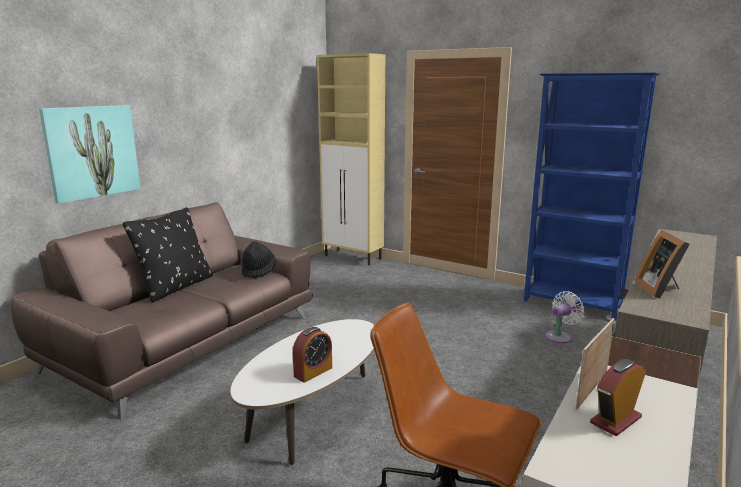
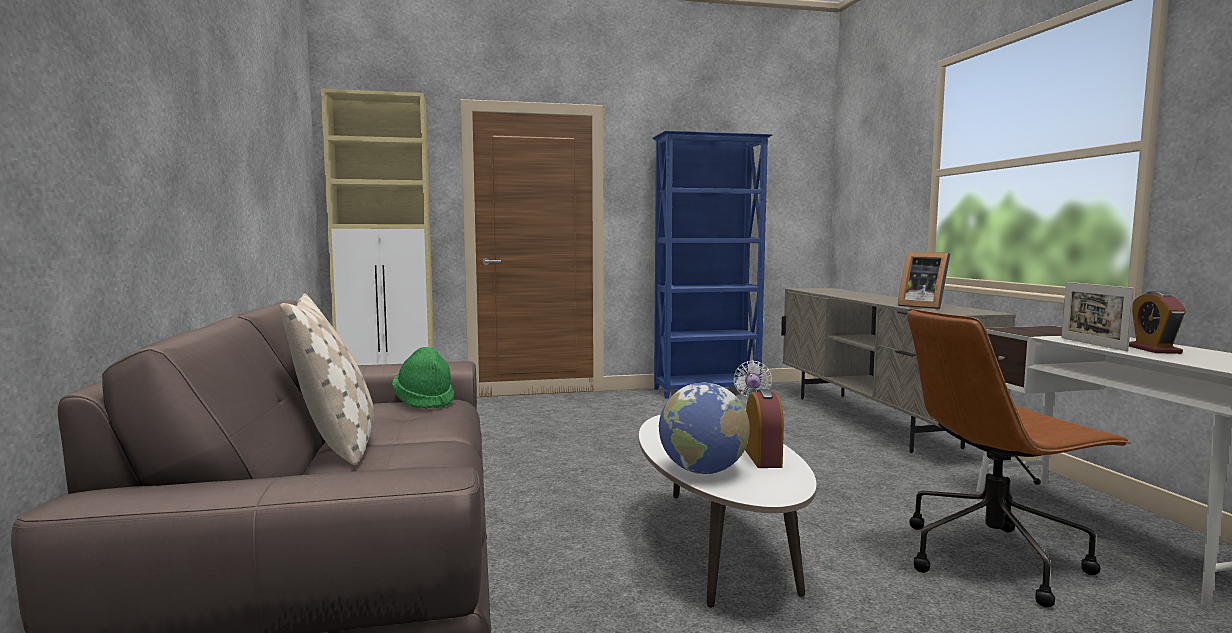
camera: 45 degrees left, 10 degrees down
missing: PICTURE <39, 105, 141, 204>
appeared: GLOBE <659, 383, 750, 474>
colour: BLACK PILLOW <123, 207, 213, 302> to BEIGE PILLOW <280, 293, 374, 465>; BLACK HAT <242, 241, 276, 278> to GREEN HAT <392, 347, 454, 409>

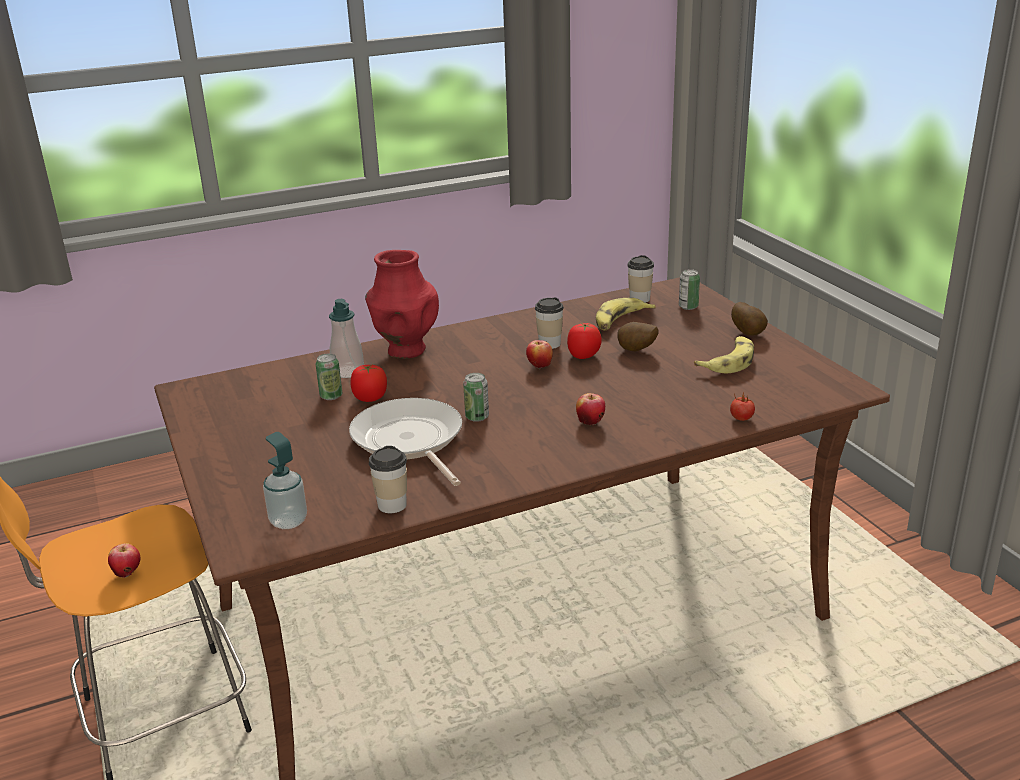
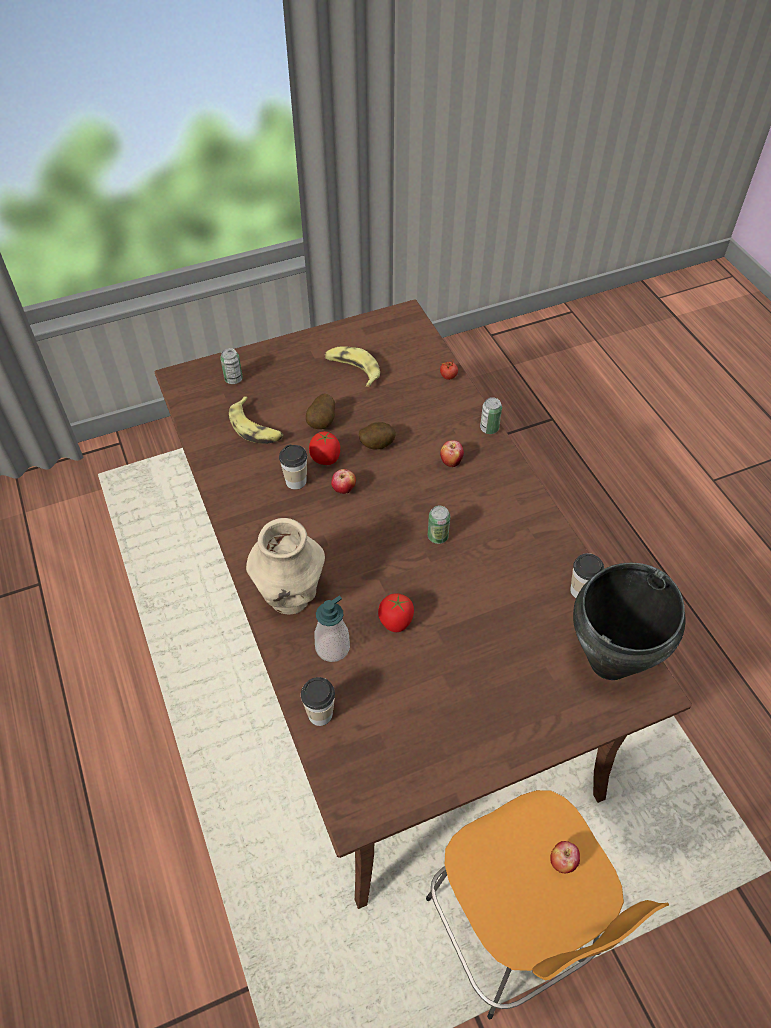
camera: 90 degrees left, 25 degrees up
missing: FRYING PAN <349, 398, 462, 486>
relocated: CAN <316, 354, 342, 400> to <480, 397, 502, 434>; CUP <627, 255, 654, 303> to <301, 677, 335, 726>; POTATO <731, 302, 768, 336> to <359, 422, 396, 449>
exchanged: SOAP DISPENSER <263, 432, 307, 529> to BLACK COOKING POT <573, 563, 686, 680>
colour: RED VASE <365, 250, 439, 359> to BEIGE VASE <246, 518, 325, 615>

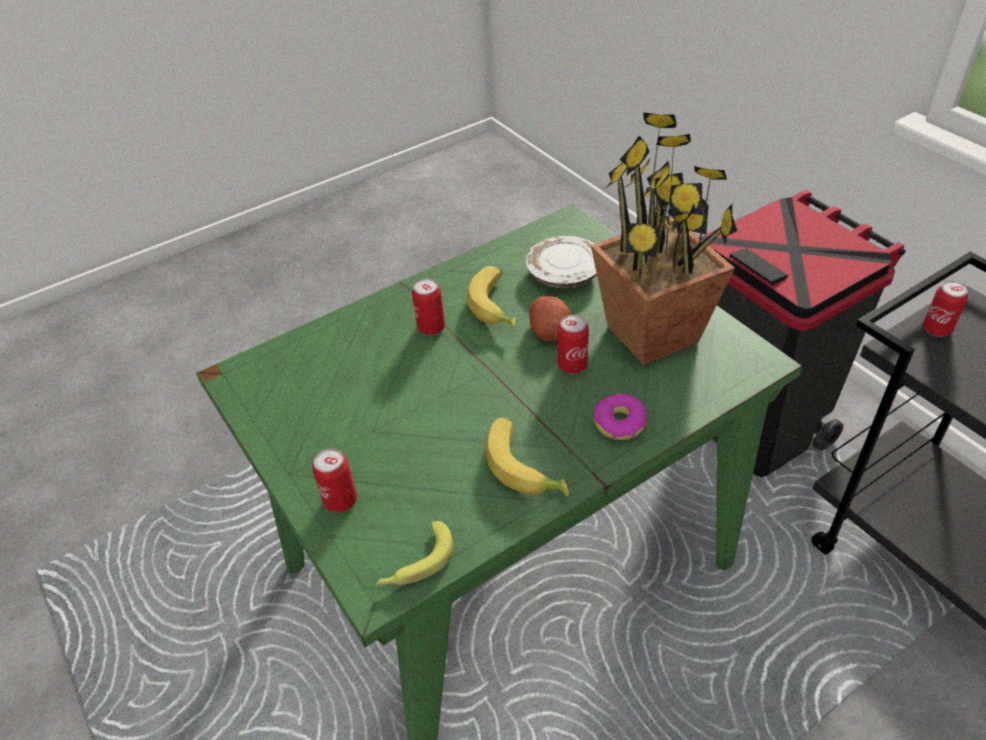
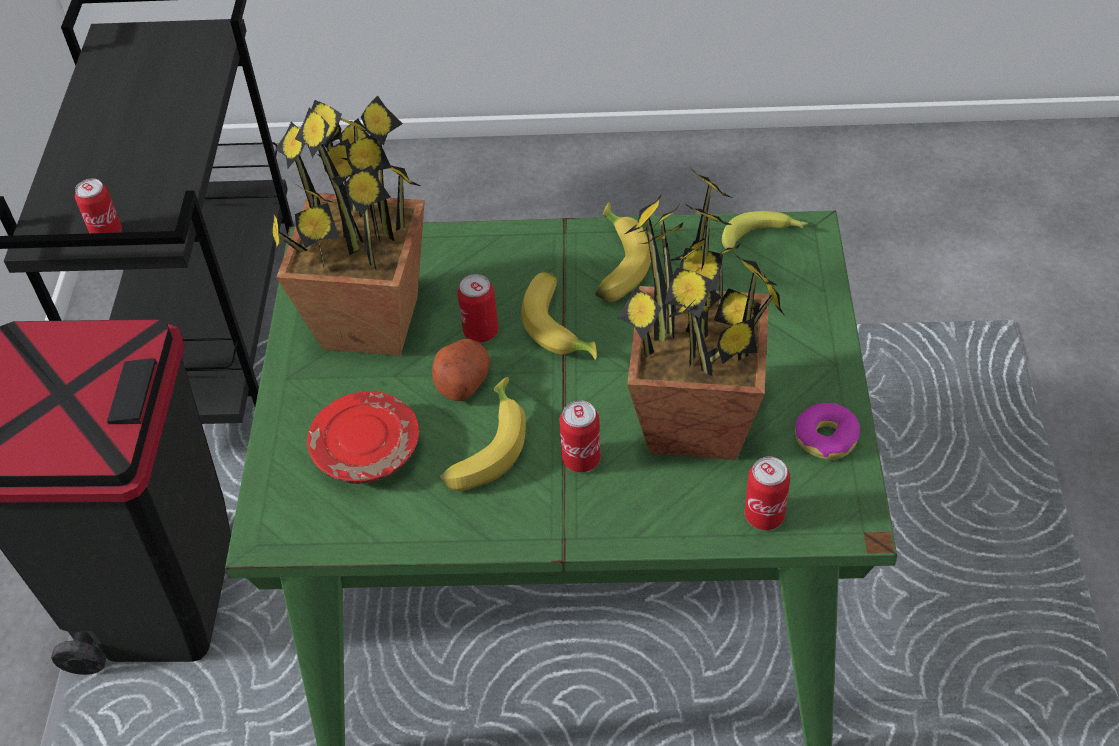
camera: 145 degrees left, 5 degrees up
appeared: BANANA <521, 272, 597, 360>; POTTED PLANT <619, 170, 785, 460>
relocated: CAN <312, 448, 357, 513> to <745, 457, 790, 530>; DONUT <594, 394, 647, 440> to <795, 403, 860, 460>
colour: WHITE PLATE <526, 236, 597, 288> to RED PLATE <307, 391, 419, 484>

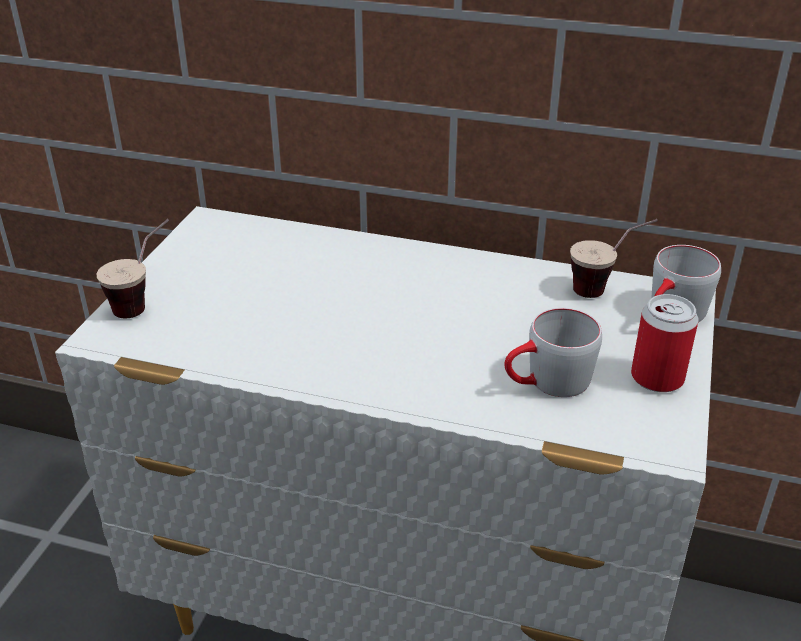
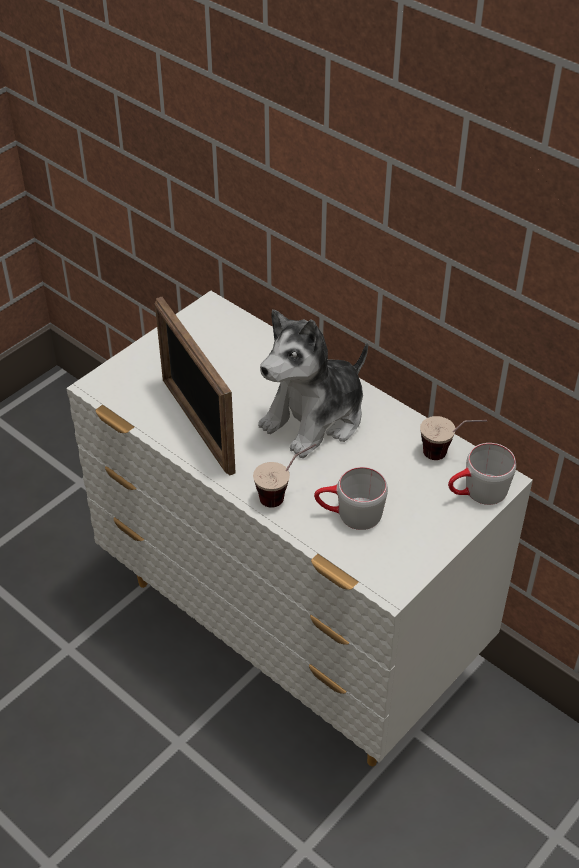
camera: 25 degrees right, 10 degrees up
missing: CAN <631, 294, 699, 392>
appeared: PICTURE FRAME <155, 297, 236, 476>; PLUSH TOY <258, 310, 368, 458>
relocated: CUP <97, 219, 169, 318> to <253, 444, 316, 508>

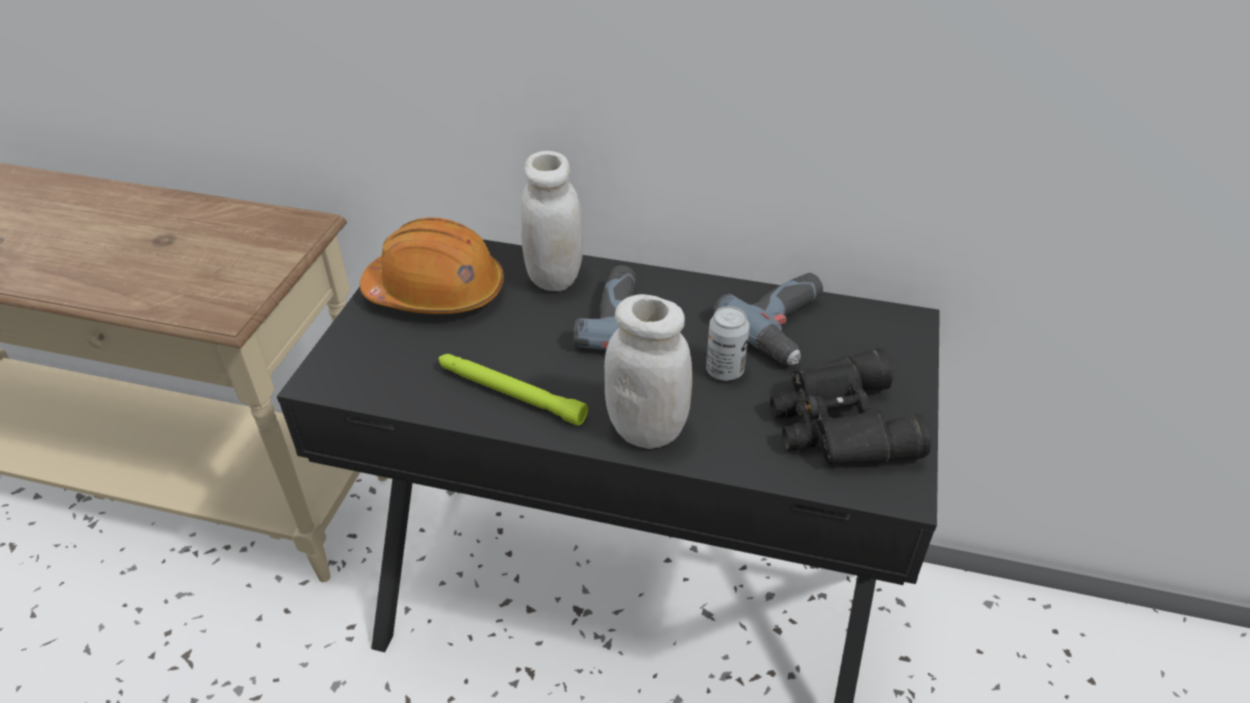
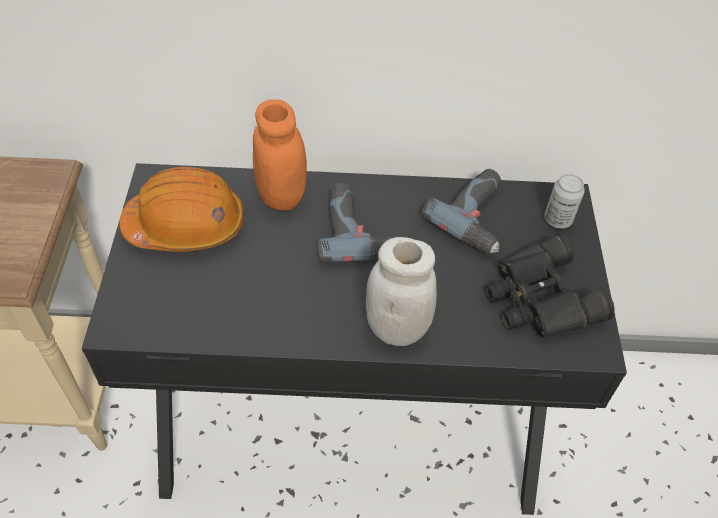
camera: 15 degrees left, 10 degrees up
missing: GREEN FLASHLIGHT <438, 354, 588, 426>
relocated: CAN <706, 306, 750, 381> to <545, 174, 585, 229>
colour: WHITE JAR <521, 151, 583, 291> to ORANGE JAR <253, 99, 307, 211>

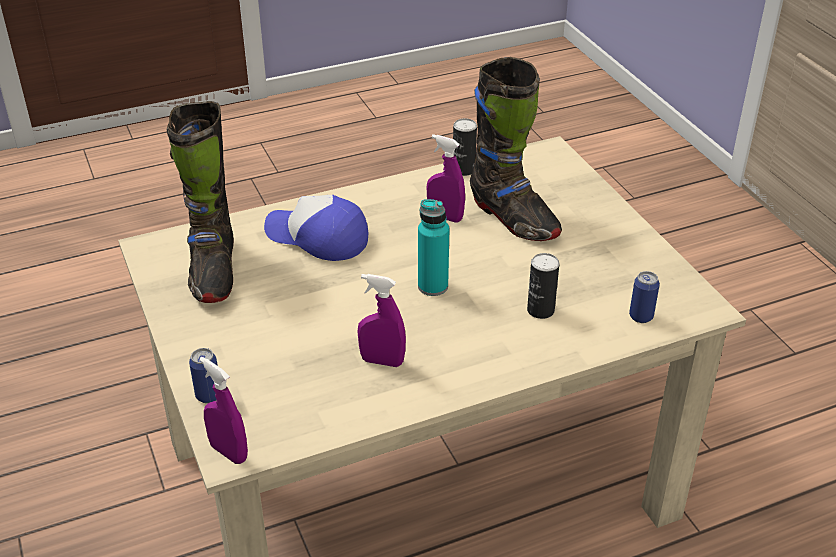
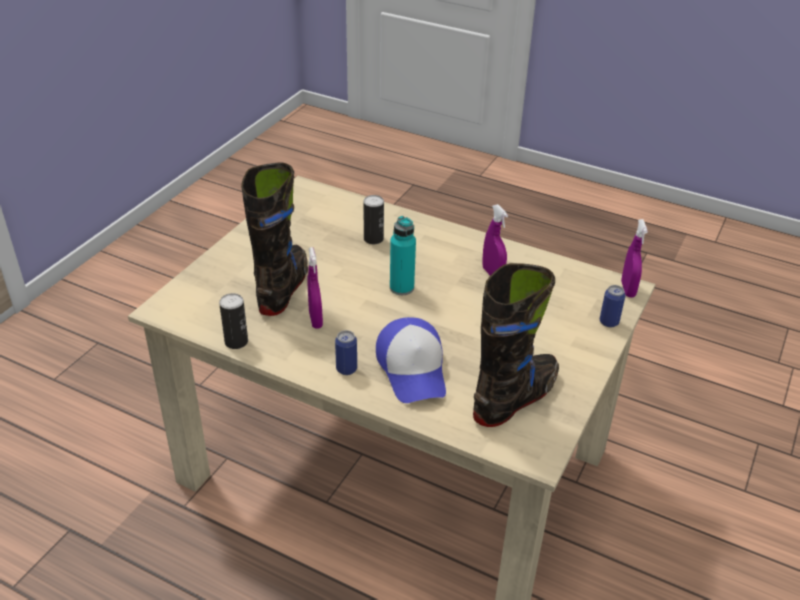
camera: 130 degrees left, 0 degrees up
relocated: CAN <629, 271, 660, 323> to <335, 330, 357, 375>

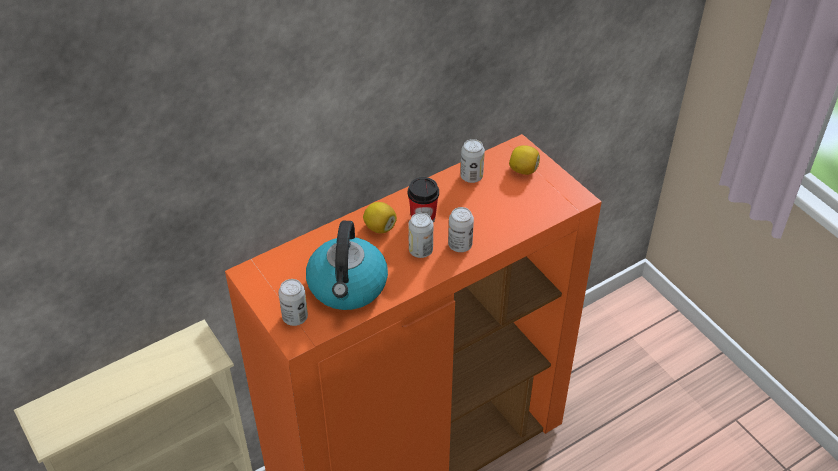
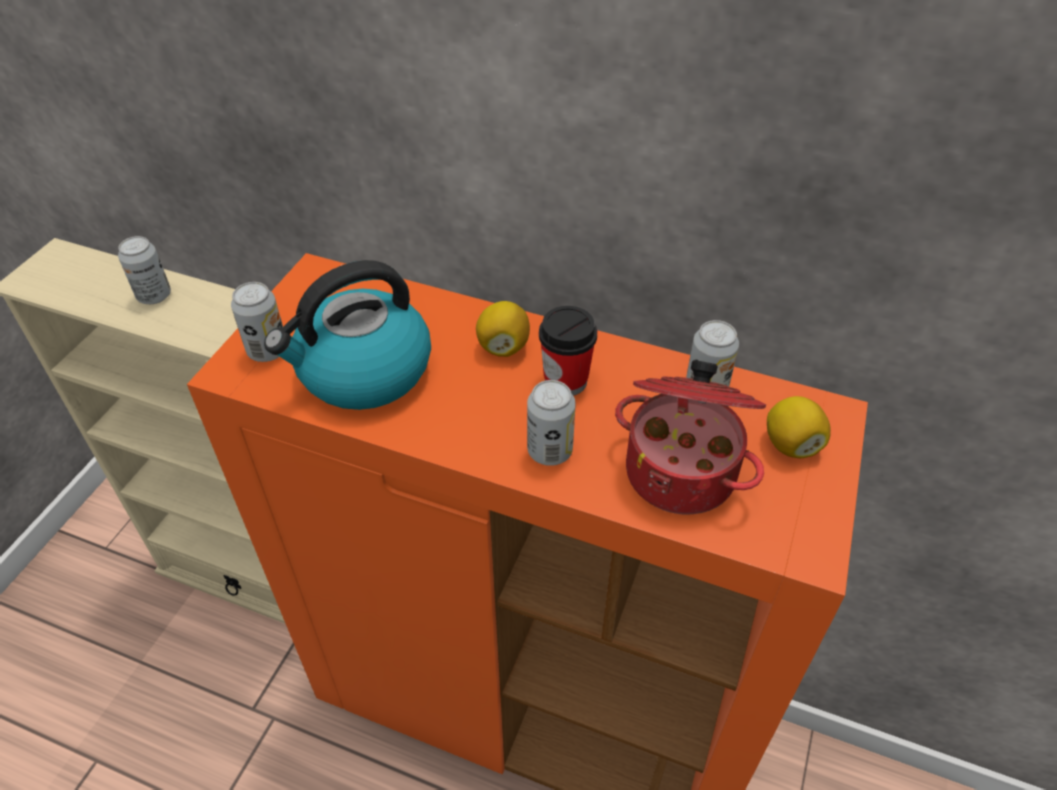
camera: 55 degrees right, 0 degrees up
appeared: COOKING POT <615, 360, 766, 514>
relocated: CAN <408, 212, 433, 258> to <118, 236, 171, 304>

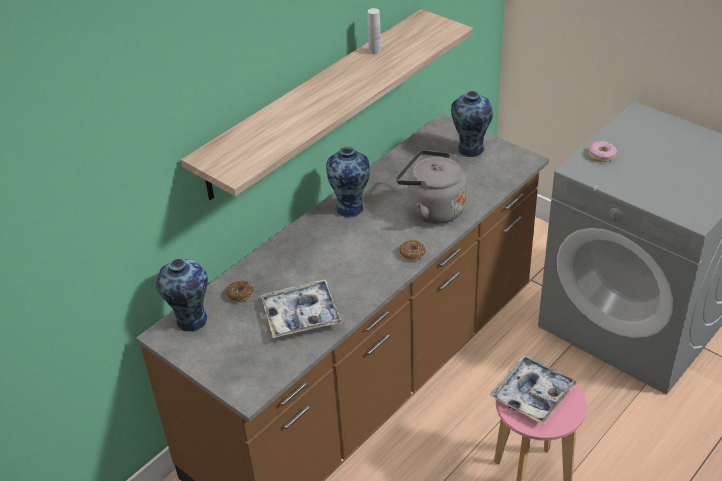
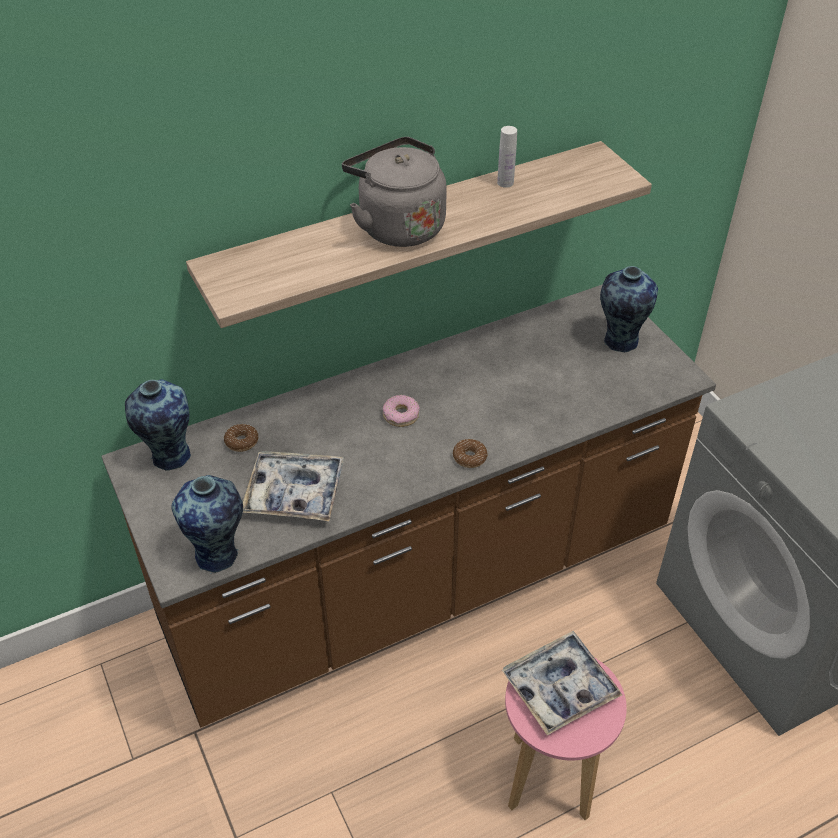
camera: 20 degrees right, 5 degrees up
relocated: VASE <326, 146, 370, 218> to <172, 475, 243, 574>; GREY KETTLE <396, 150, 467, 224> to <342, 137, 447, 247>; DONUT <588, 141, 617, 162> to <383, 395, 420, 427>

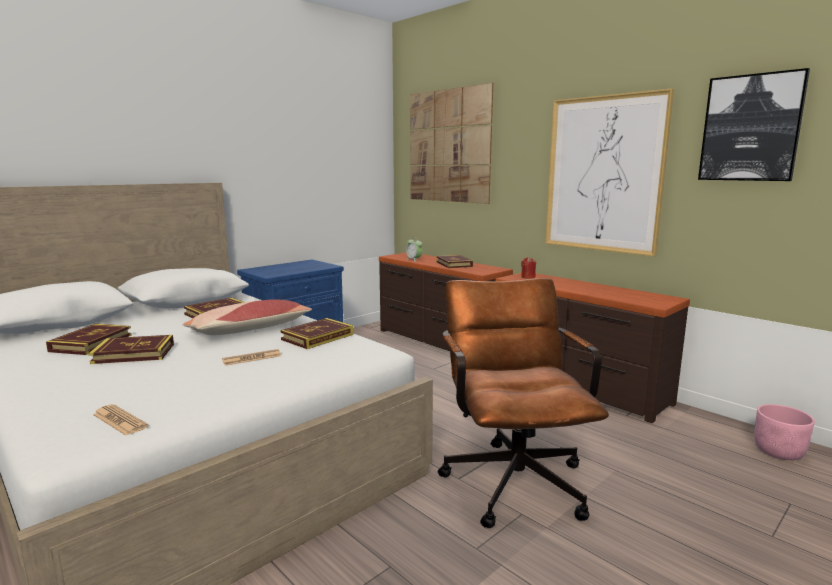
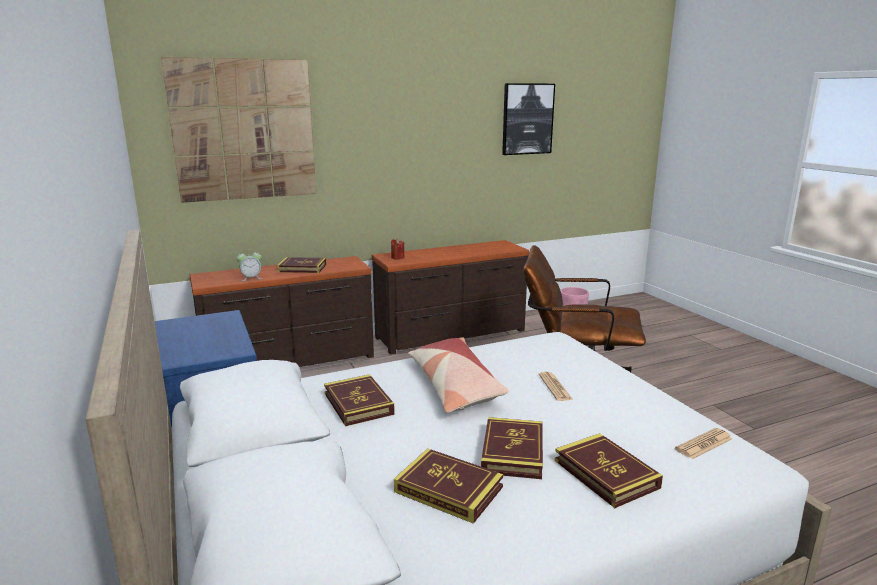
camera: 70 degrees left, 5 degrees up
missing: PICTURE <545, 89, 674, 256>
relocated: BOOK <280, 318, 353, 349> to <555, 433, 663, 508>

